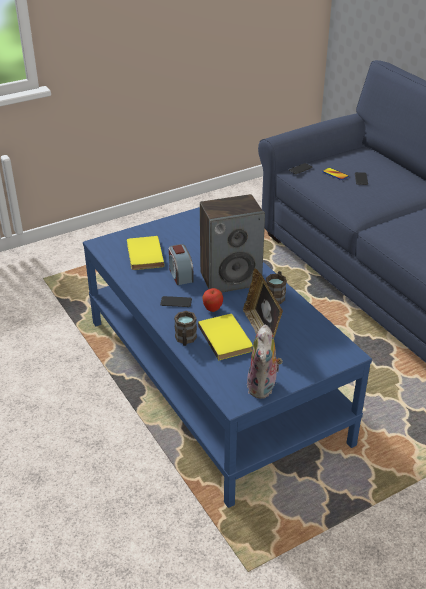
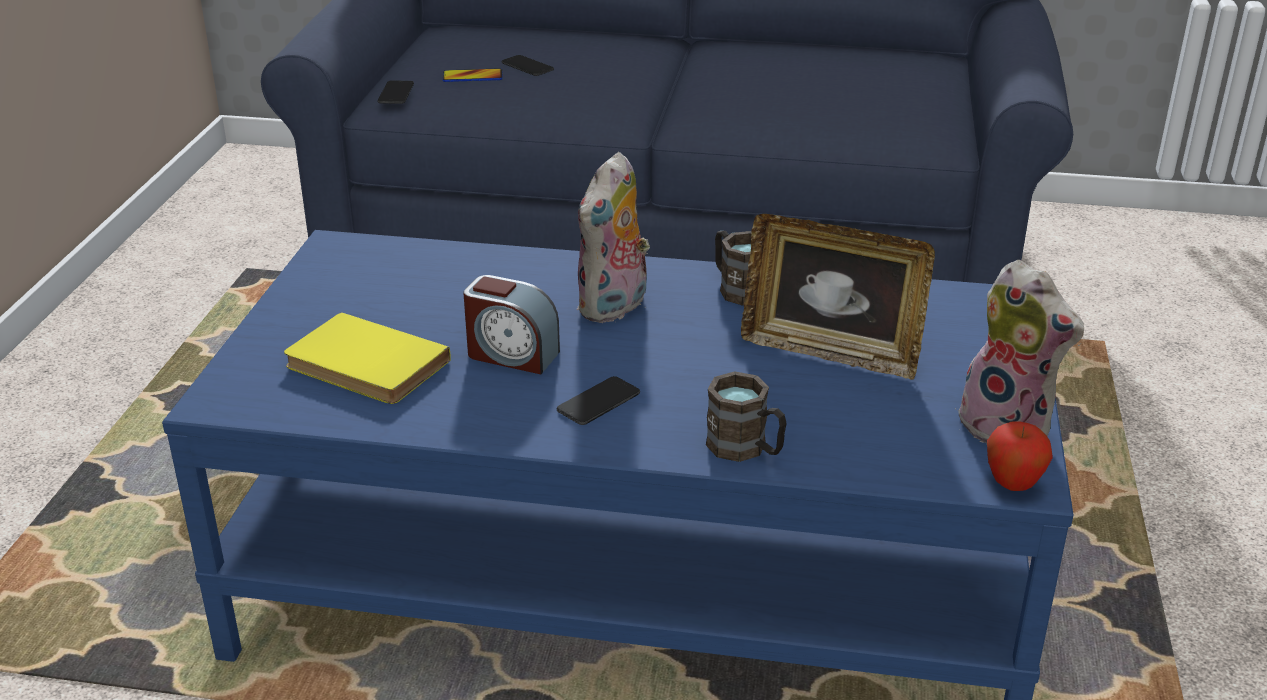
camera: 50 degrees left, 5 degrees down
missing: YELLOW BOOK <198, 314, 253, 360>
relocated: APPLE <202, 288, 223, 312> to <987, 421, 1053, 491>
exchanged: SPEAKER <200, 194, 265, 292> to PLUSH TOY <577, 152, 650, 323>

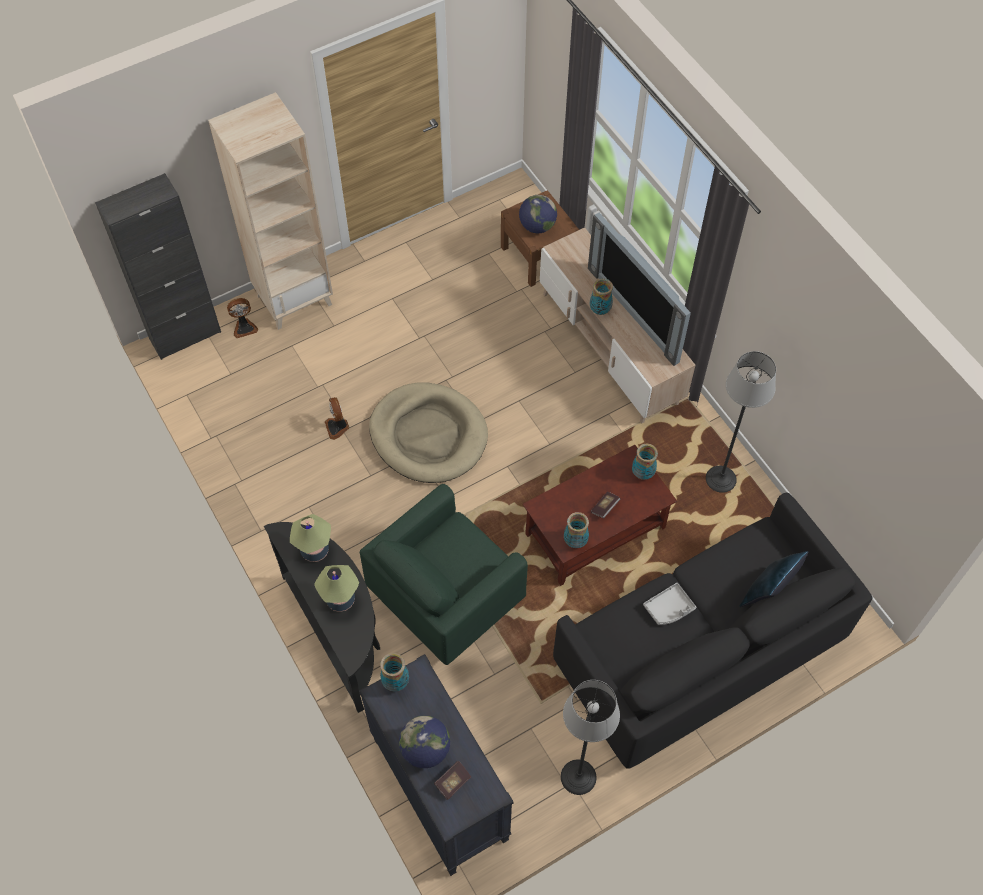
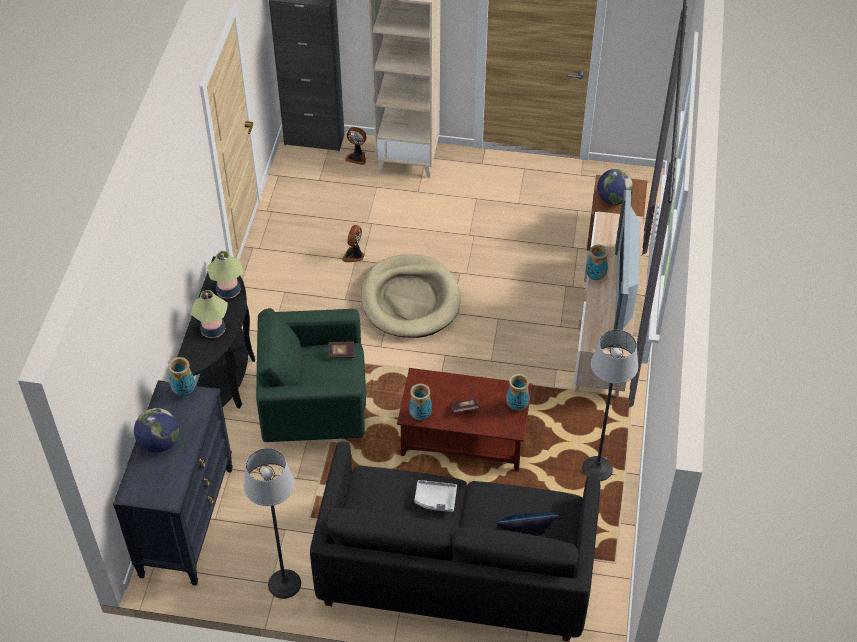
camera: 40 degrees right, 10 degrees down
relocated: BOOK <434, 761, 471, 800> to <328, 341, 354, 359>

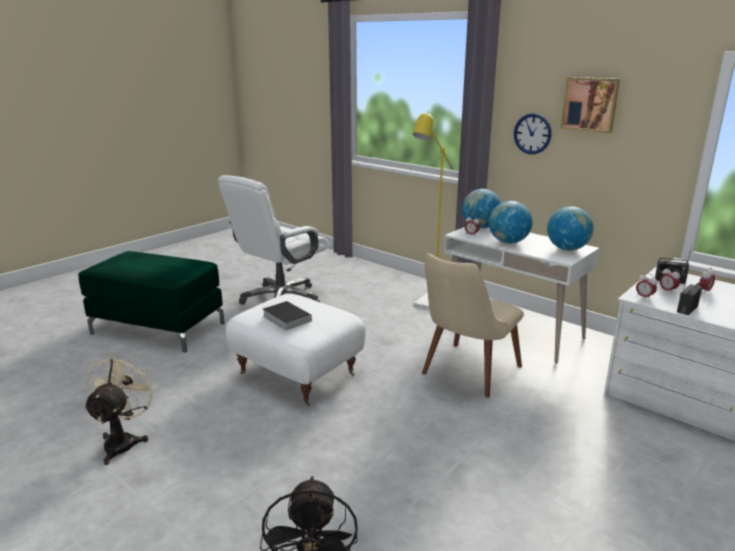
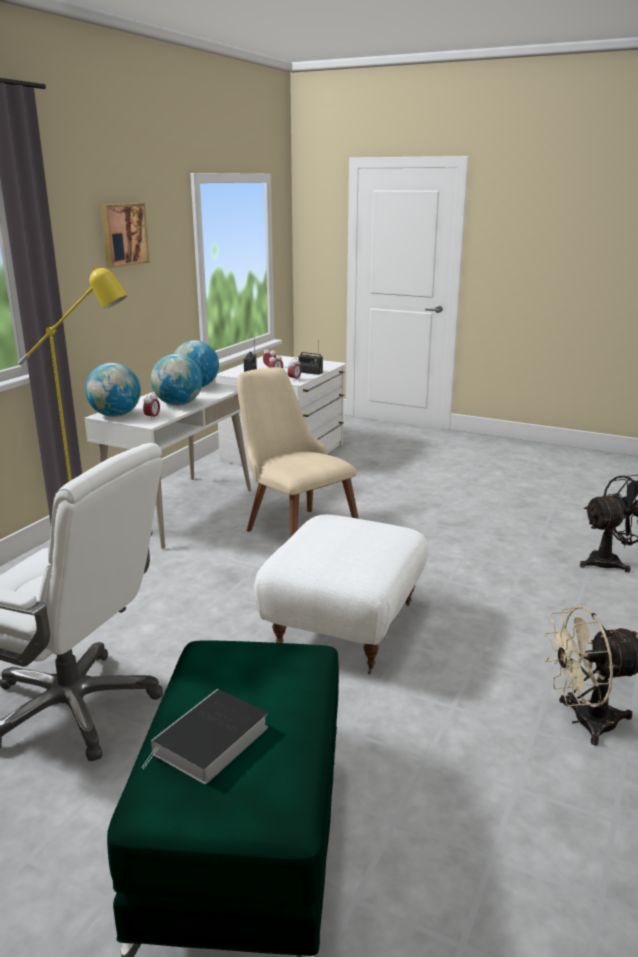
camera: 105 degrees left, 0 degrees up
missing: WALL CLOCK <514, 113, 551, 154>
relocated: BOOK <263, 301, 312, 330> to <141, 689, 268, 784>
spun: BEIGE CHAIR <422, 253, 524, 398> = <237, 367, 359, 537> 150 degrees counterclockwise

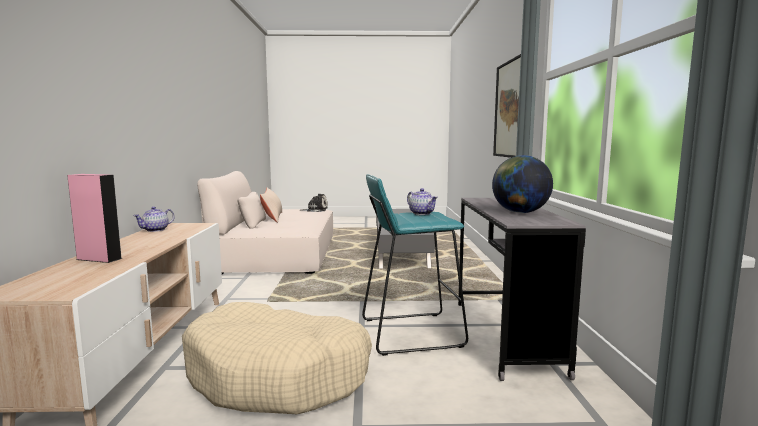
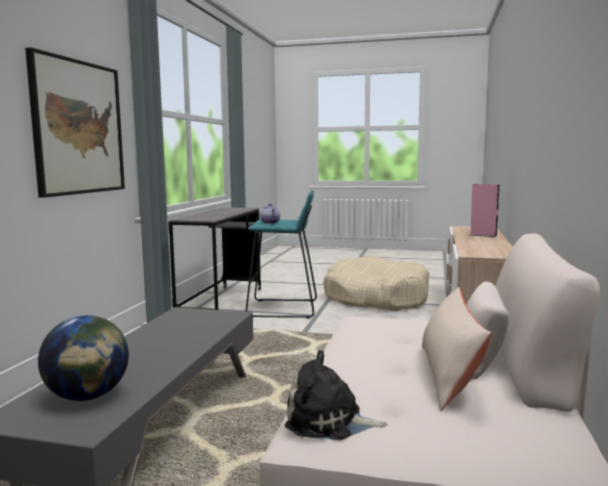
camera: 165 degrees left, 0 degrees up
missing: TEAPOT <133, 207, 175, 232>
relocated: GLOBE <492, 155, 553, 213> to <38, 315, 129, 401>

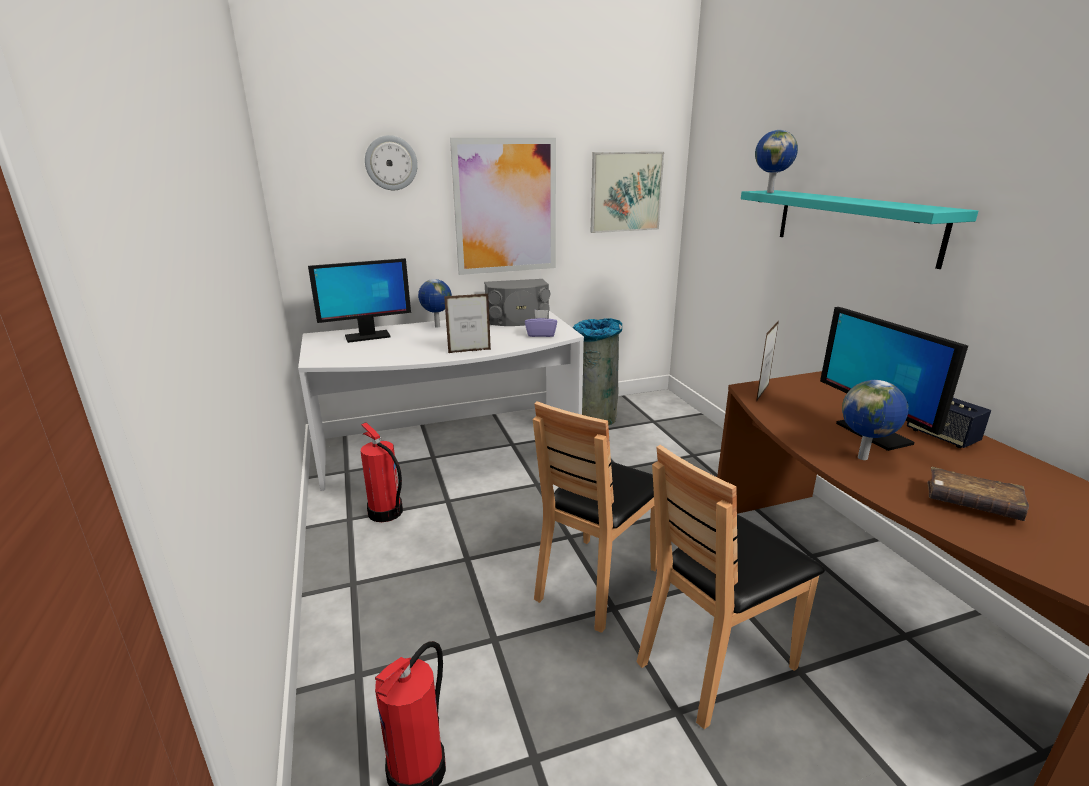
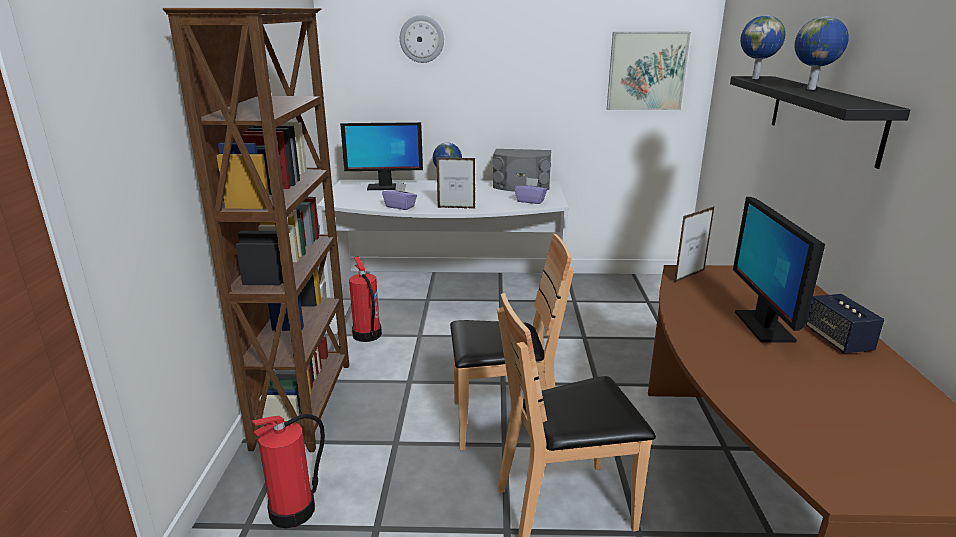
camera: 20 degrees right, 0 degrees up
missing: PICTURE <450, 138, 556, 275>; GREY TRASH CAN <573, 318, 622, 426>; BROWN BOOK <927, 467, 1029, 521>
appeared: BROWN BOOKCASE <163, 8, 349, 452>; PURPLE TISSUE BOX <382, 182, 417, 210>
relocated: GLOBE <842, 380, 909, 460> to <794, 16, 849, 90>
colour: TURQUOISE SHELF <741, 190, 978, 269> to BLACK SHELF <730, 76, 911, 169>
spun: BROWN CHAIR <533, 401, 657, 633> = <450, 234, 574, 450> 150 degrees counterclockwise

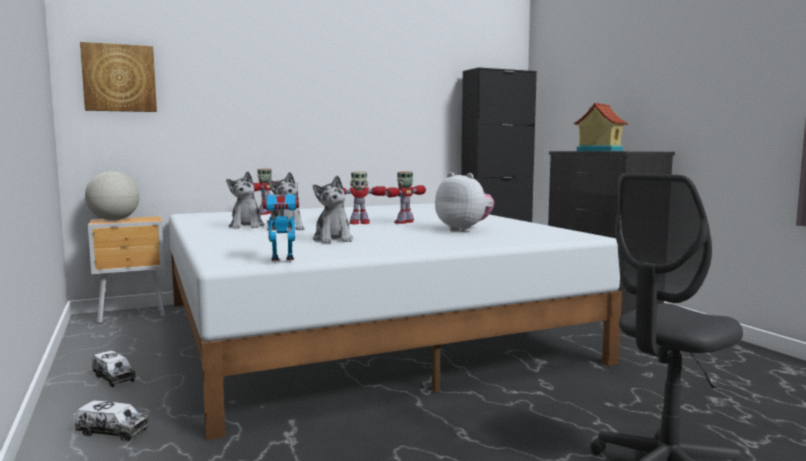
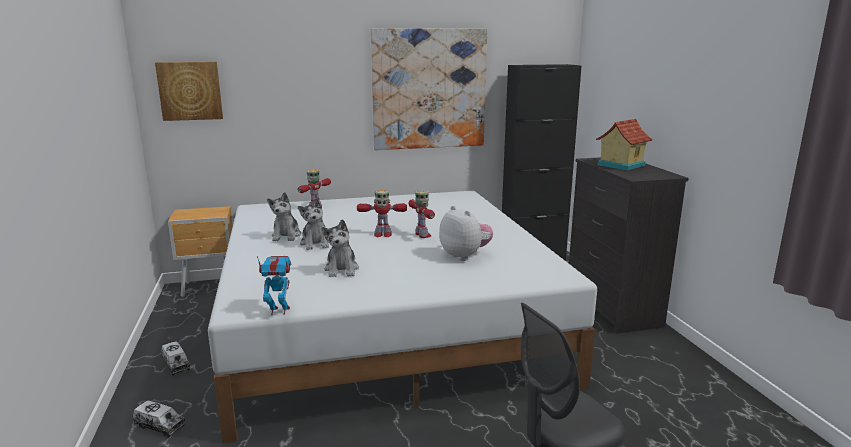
camera: 10 degrees right, 10 degrees up
missing: GLOBE <85, 171, 140, 221>
appeared: PICTURE <370, 28, 487, 150>
spun: TOY ROBOT <385, 171, 426, 224> = <408, 190, 435, 238> 105 degrees clockwise

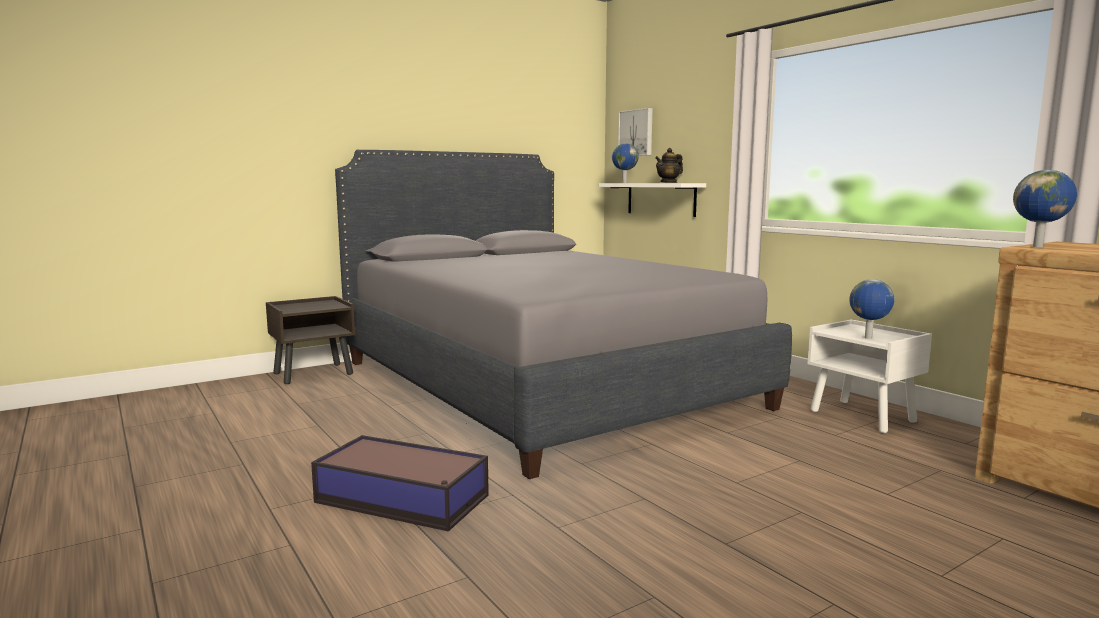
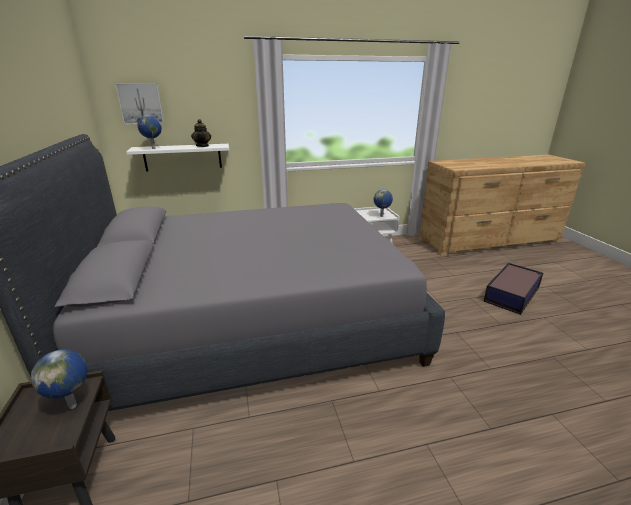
camera: 70 degrees left, 15 degrees up
relocated: STORAGE BOX <311, 435, 489, 532> to <484, 263, 543, 315>; GLOBE <1013, 170, 1077, 247> to <31, 349, 88, 409>

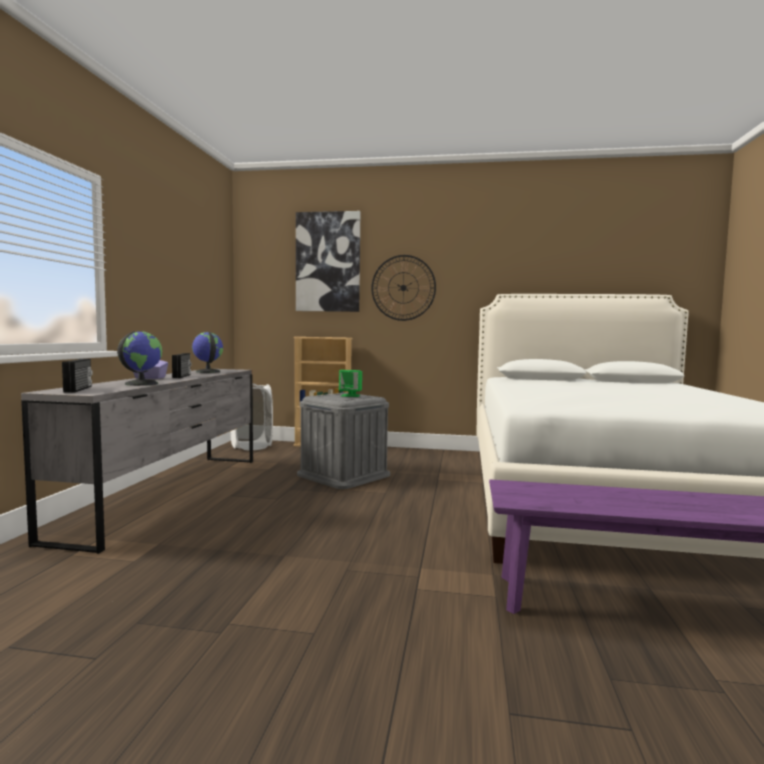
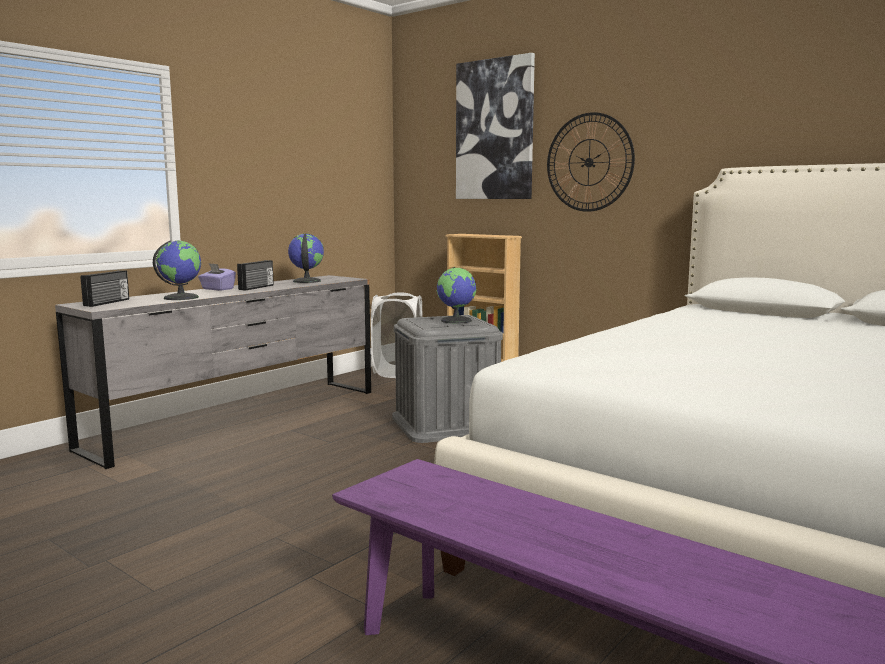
camera: 30 degrees right, 5 degrees up
exchanged: GREEN SPEAKER <339, 370, 362, 397> to GLOBE <437, 267, 477, 323>

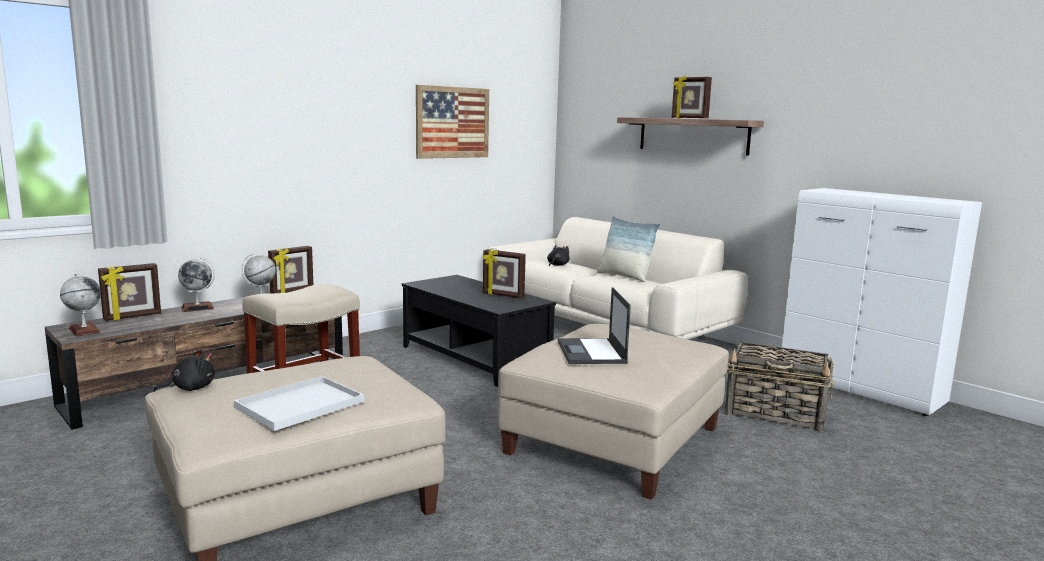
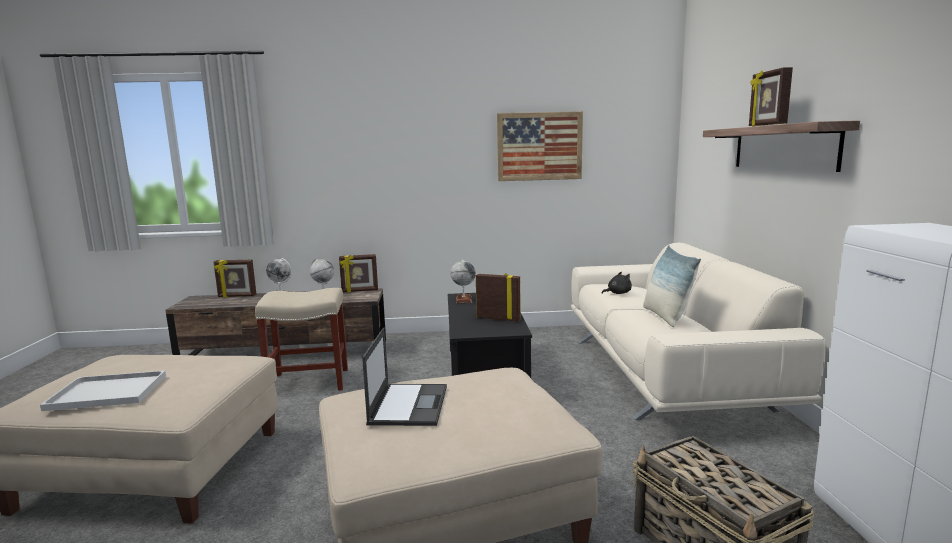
camera: 40 degrees right, 0 degrees up
missing: BLACK PLUSH TOY <153, 349, 215, 392>
relocated: GLOBE <60, 273, 101, 336> to <451, 259, 476, 303>
spun: PICTURE FRAME <483, 249, 526, 298> = <476, 273, 521, 321> 135 degrees clockwise; LAPTOP <558, 287, 631, 364> = <362, 327, 447, 426> 150 degrees clockwise

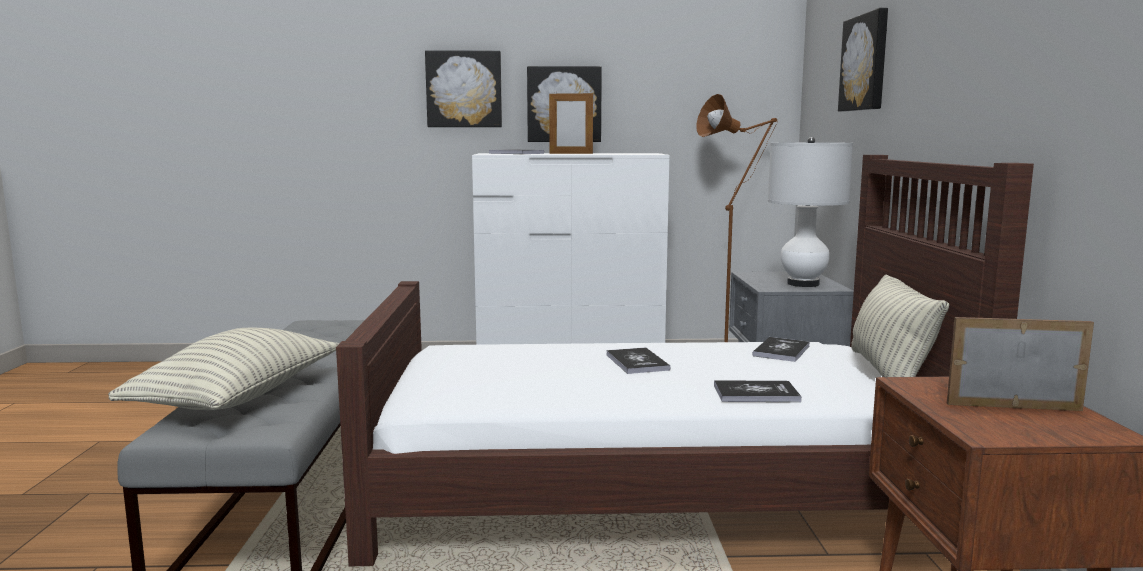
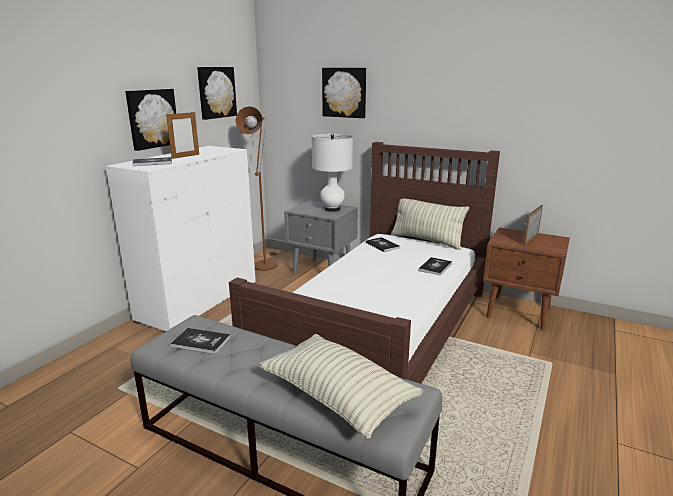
camera: 60 degrees left, 10 degrees up
relocated: PICTURE <425, 50, 502, 127> to <197, 67, 237, 120>; BOOK <606, 347, 670, 374> to <170, 328, 230, 354>

